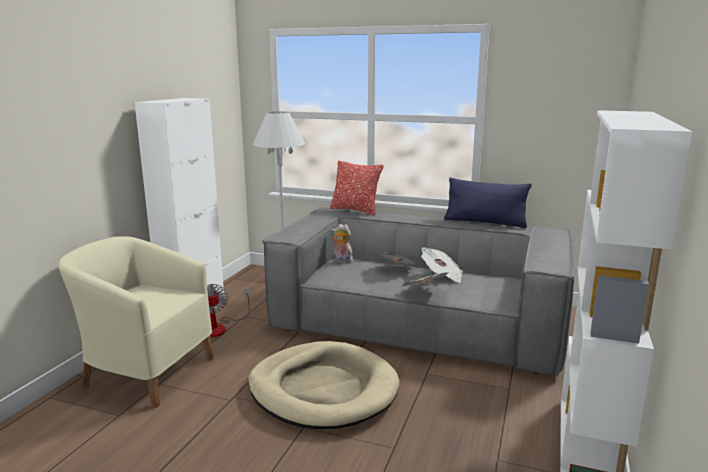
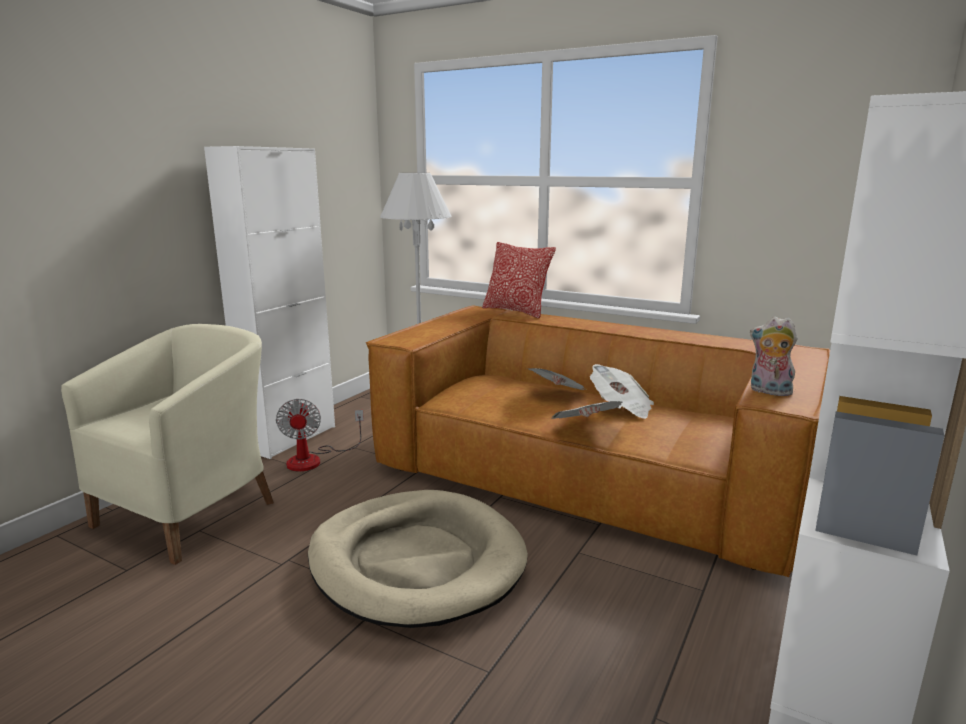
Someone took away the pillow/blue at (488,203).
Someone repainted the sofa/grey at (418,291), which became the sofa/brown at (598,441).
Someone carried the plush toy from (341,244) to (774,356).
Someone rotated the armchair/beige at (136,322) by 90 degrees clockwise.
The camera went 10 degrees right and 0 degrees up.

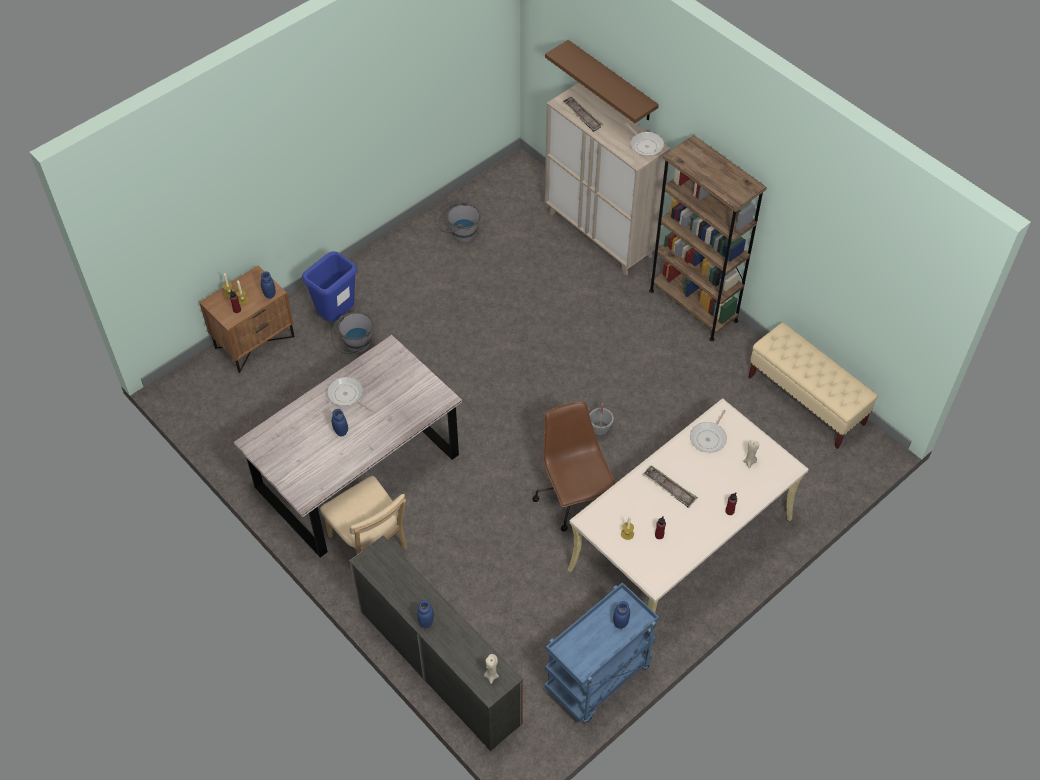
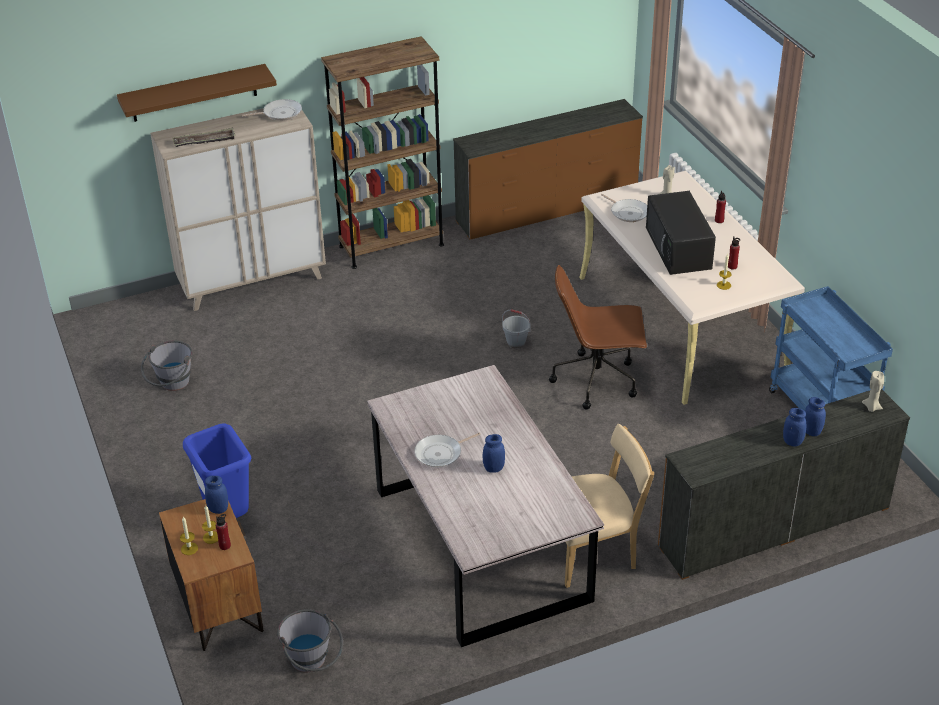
Someone carried the bucket/grey from (352,333) to (310,640).
Someone swapped the bench/beige at (813,386) for the dresser/brown at (548,169).
Someone swapped the tray at (670,486) for the microwave/black at (681,233).
Someone carried the jar/blue from (621,615) to (815,416).
The camera went 70 degrees left and 15 degrees down.

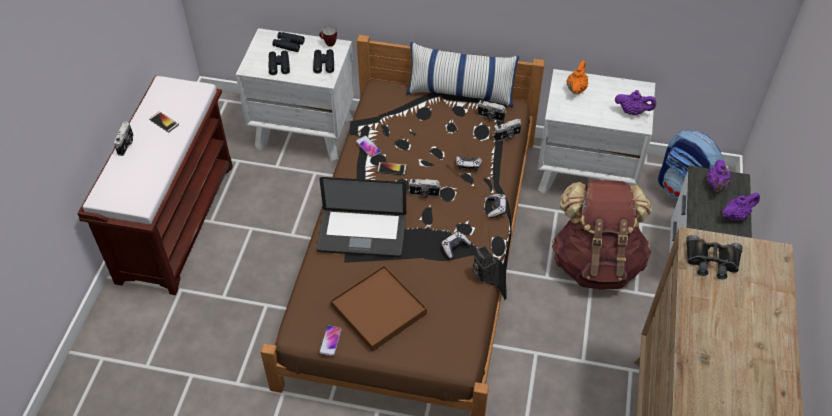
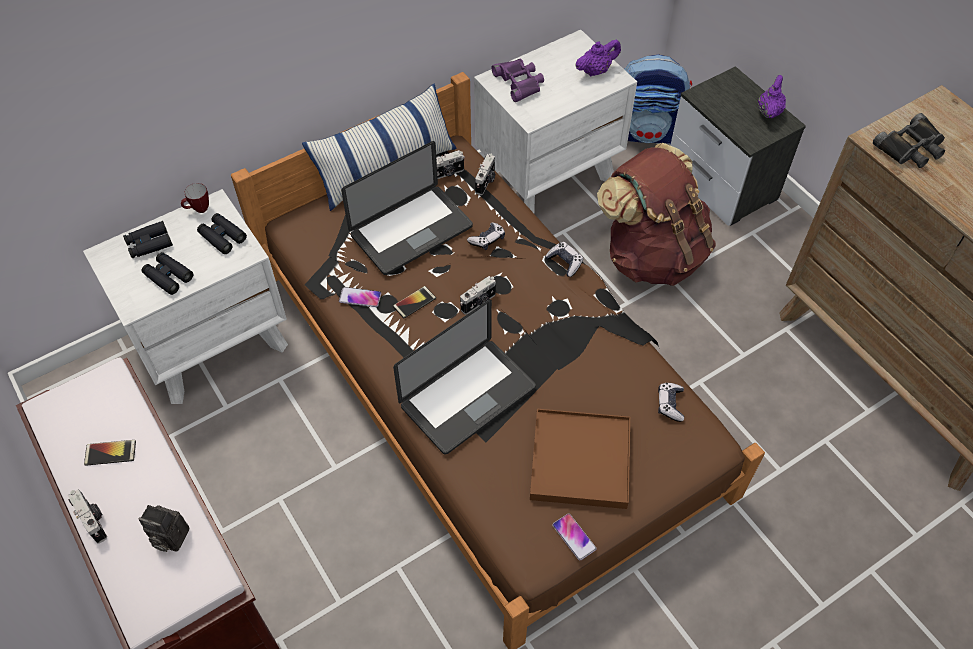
Someone swapped the teapot/orange at (577,77) for the binoculars/purple at (518,80).
Someone took away the teapot/purple at (719,176).
Someone carried the game controller from (456,245) to (671,402).
Someone carried the photo camera from (484,264) to (163,528).
Someone put down the laptop at (407,208).
The camera went 45 degrees left and 5 degrees up.

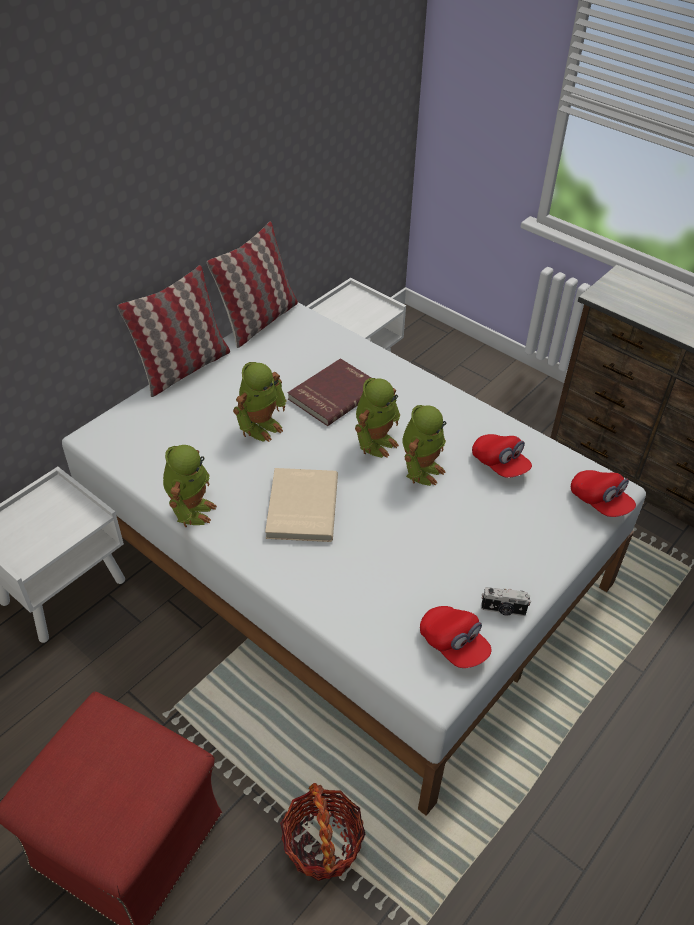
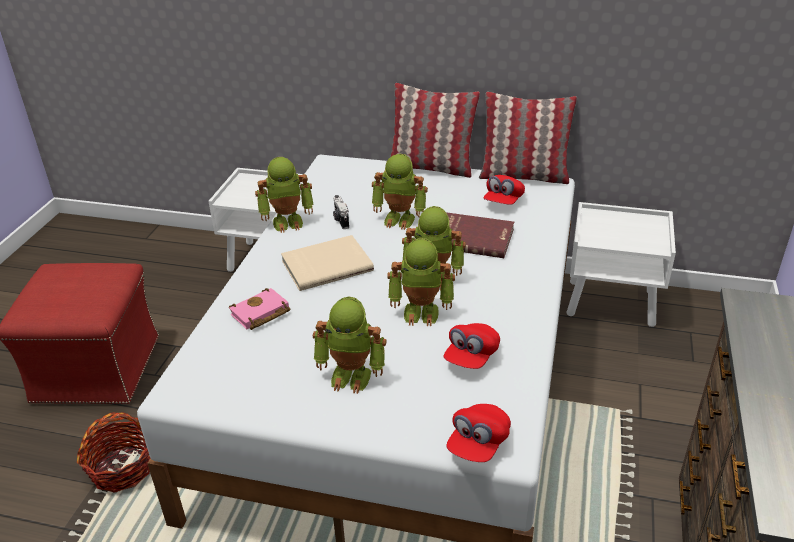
Someone carried the photo camera from (506,601) to (341,212).
Someone carried the cap/red from (455,637) to (504,190).
Someone put down the book/pink at (259,309).
Someone put down the toy robot at (349,345).
The camera went 65 degrees right and 10 degrees down.

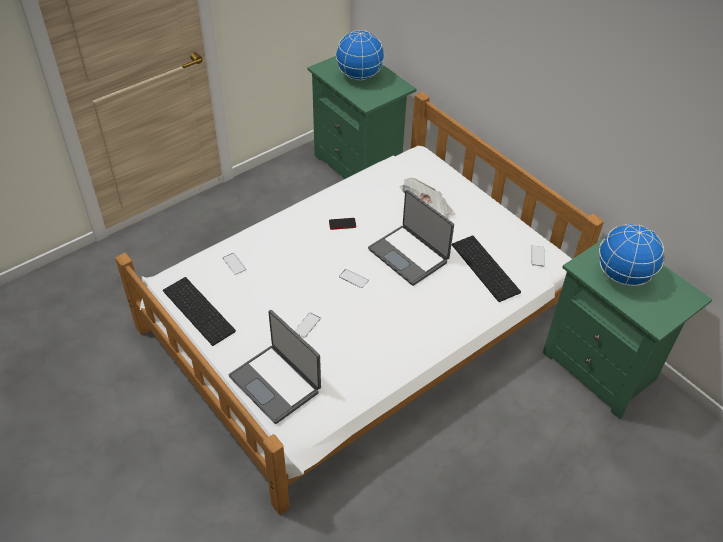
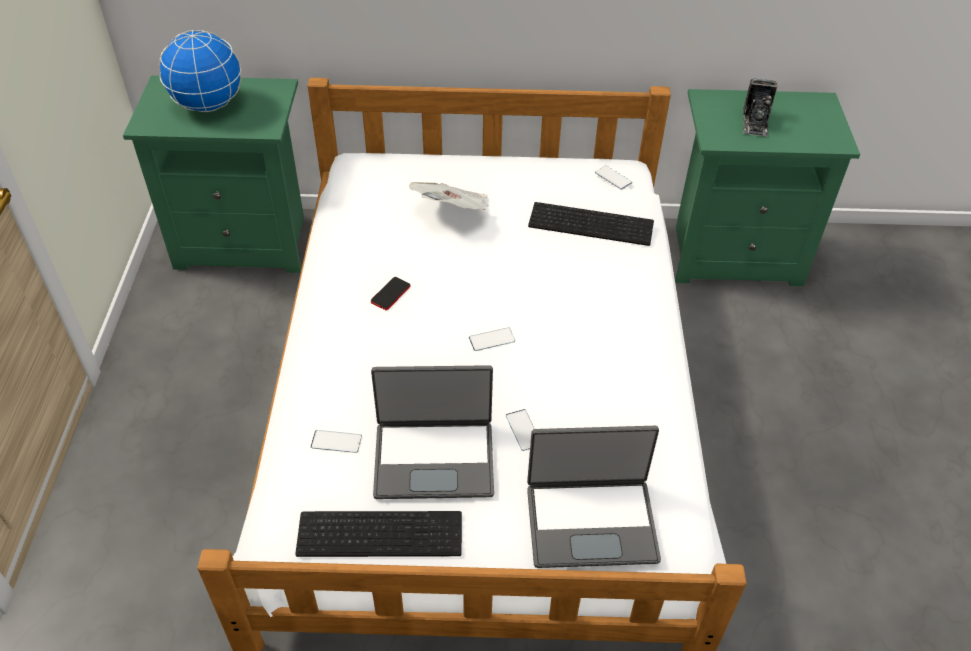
Someone carried the laptop from (411,238) to (432,432).
Someone swapped the globe at (631,255) for the photo camera at (760,107).
The camera went 50 degrees left and 0 degrees up.

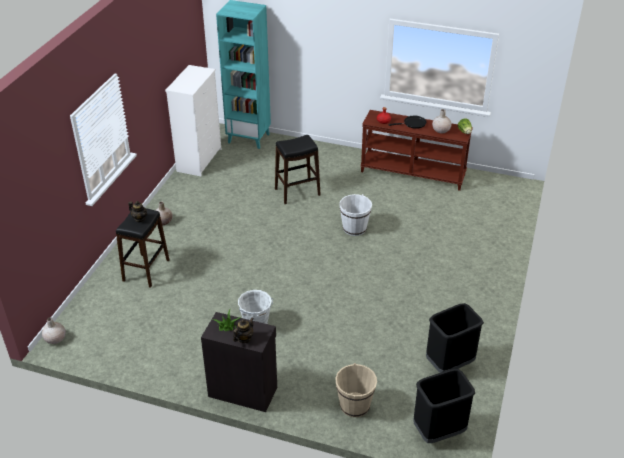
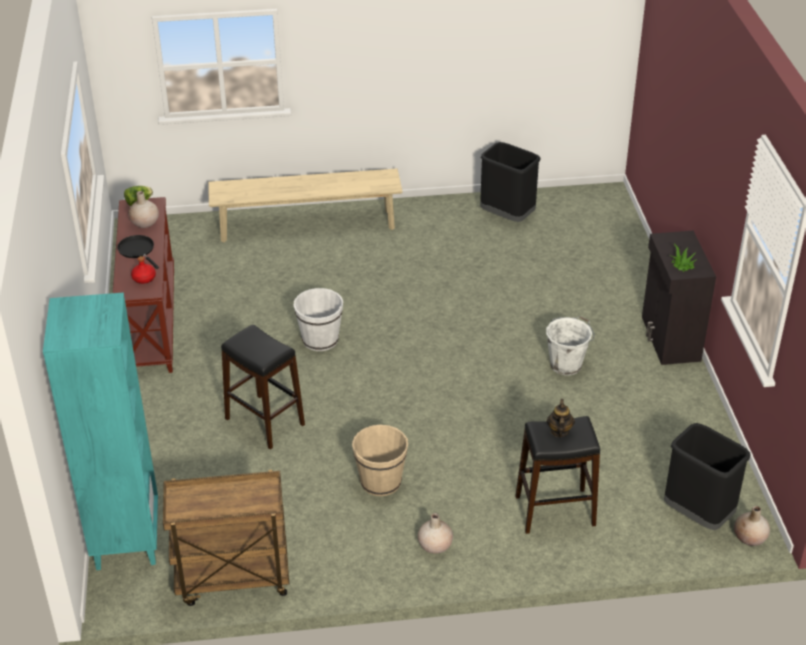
Someone swapped the dresser/white at (193,120) for the cart/brown at (226,538).
Someone took away the teapot at (243,330).
Someone carried the bucket/beige from (356,390) to (380,460).
Someone carried the trash can/black from (444,406) to (707,476).
Someone put down the bench/beige at (305,205).
The camera went 115 degrees left and 0 degrees up.

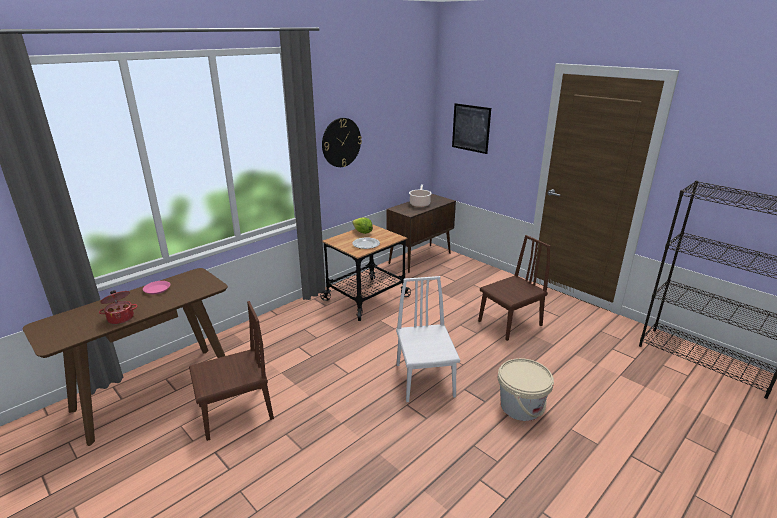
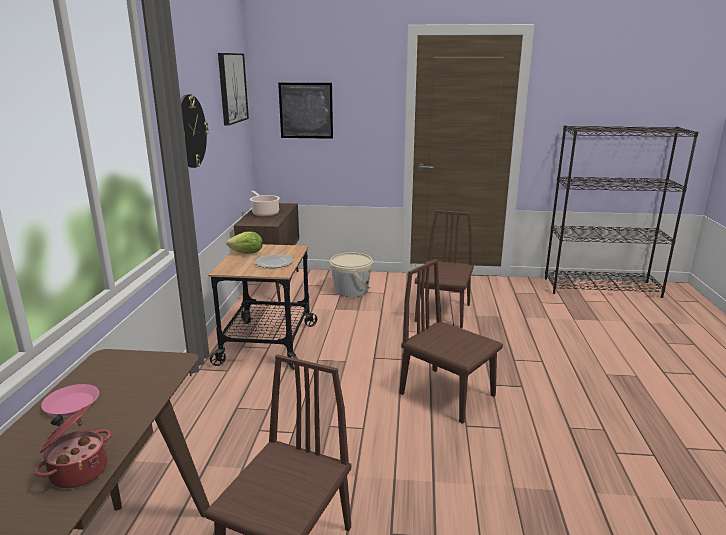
Someone repainted the chair/white at (428,339), which became the chair/brown at (451,341).
Someone carried the bucket/beige from (526,389) to (351,274).
Someone put up the picture at (233,89).
The camera went 40 degrees left and 5 degrees down.

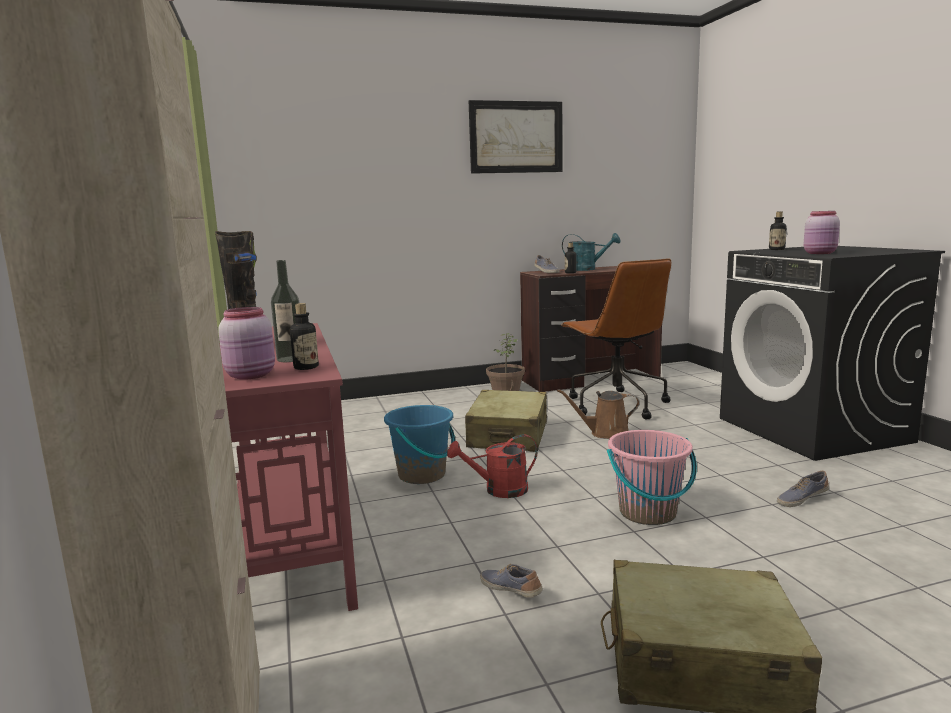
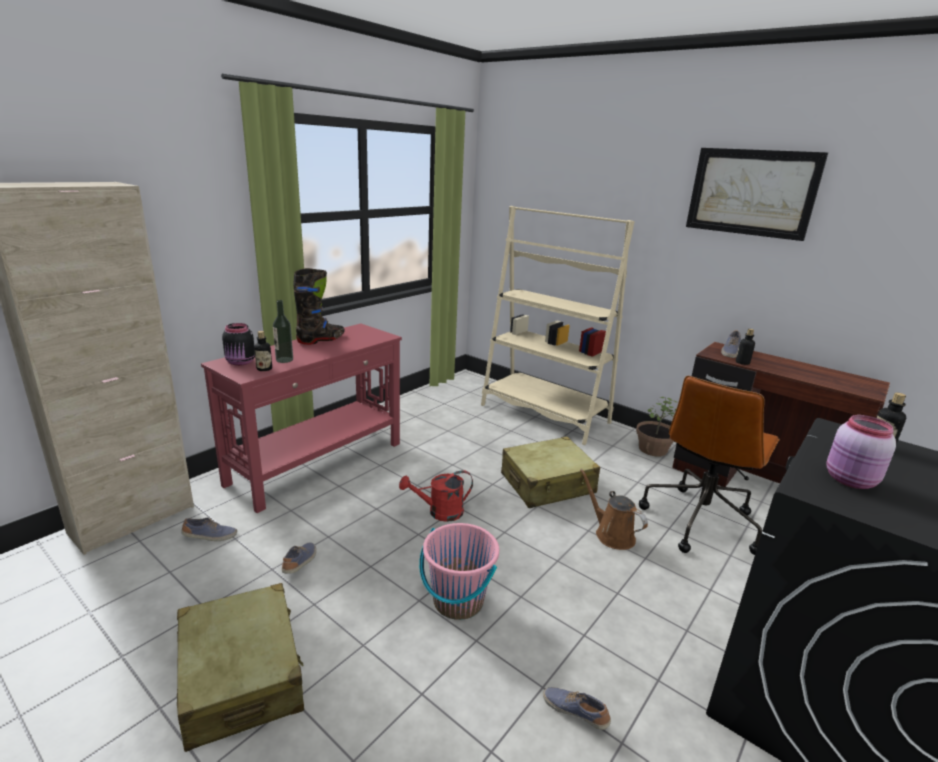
Someone took away the watering can/turquoise at (591,252).
Someone repainted the jar/pink at (246,343), which became the jar/black at (238,344).
Someone took away the bucket/blue at (419,444).
Someone rotated the watering can/red at (492,466) by 60 degrees counterclockwise.
Someone put down the bookcase/beige at (557,325).
Someone put down the shoe at (209,529).
The camera went 55 degrees right and 10 degrees up.

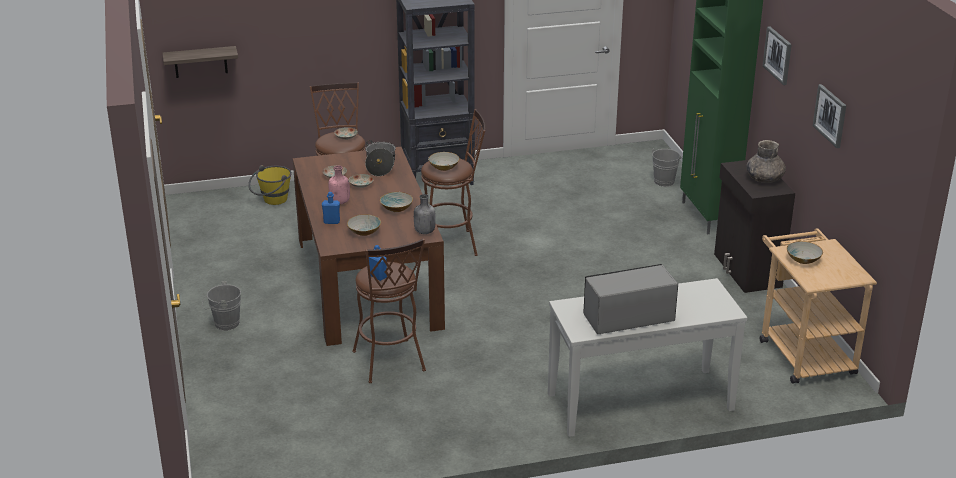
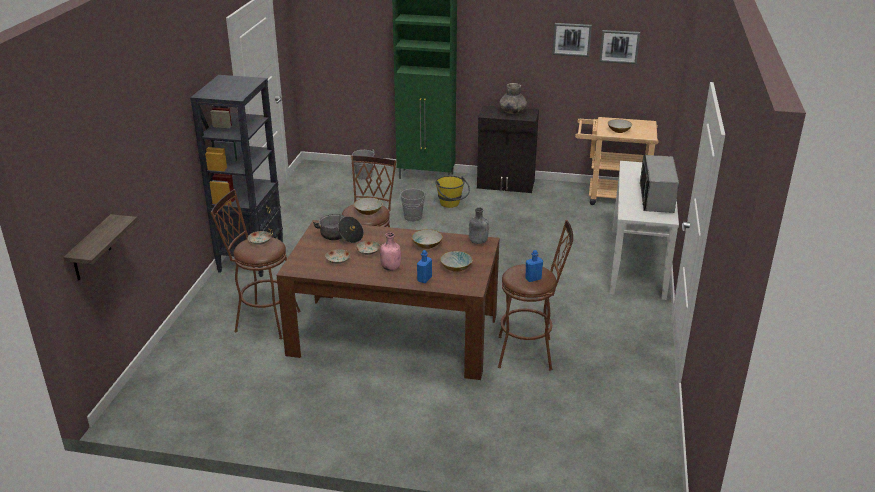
Someone carried the picture from (777,55) to (619,47).
Someone carried the bucket/yellow from (270,185) to (452,191).
Someone carried the bucket/grey from (221,306) to (412,205).
The camera went 65 degrees left and 0 degrees up.

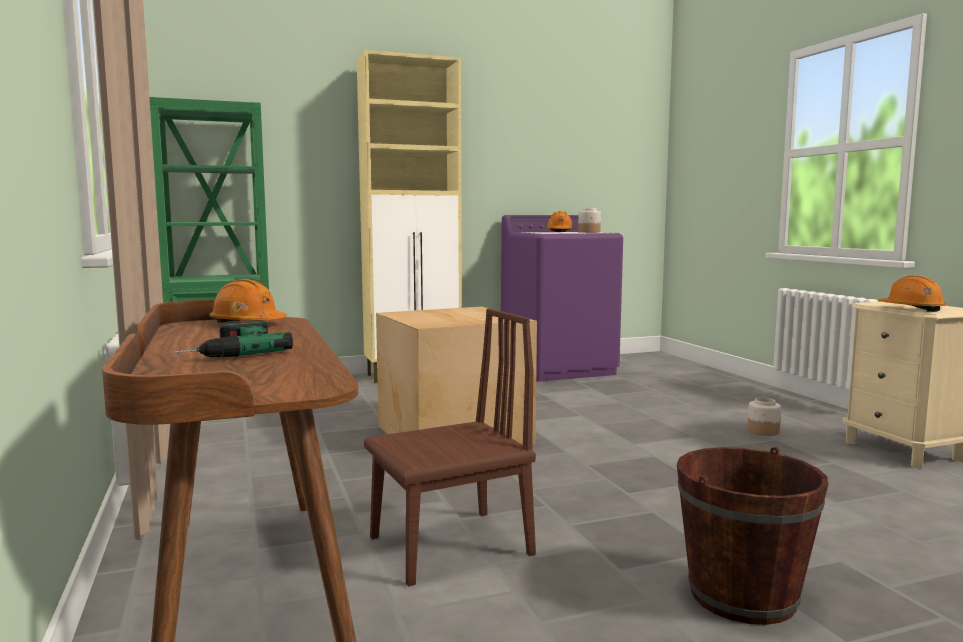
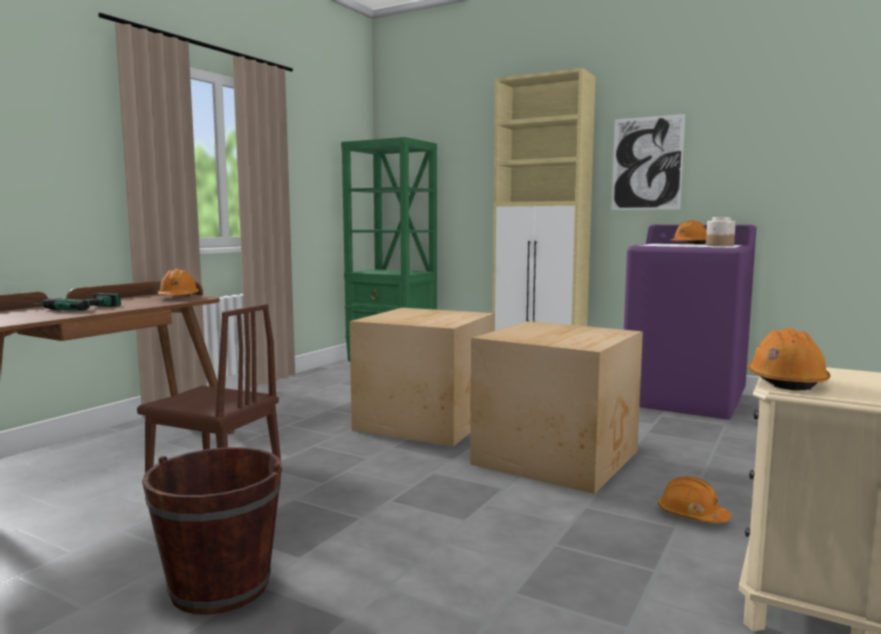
Someone swapped the jar at (764,416) for the hard hat/orange at (694,499).
Someone put up the picture at (648,162).
Someone put down the cardboard box at (556,407).
The camera went 50 degrees right and 0 degrees up.

